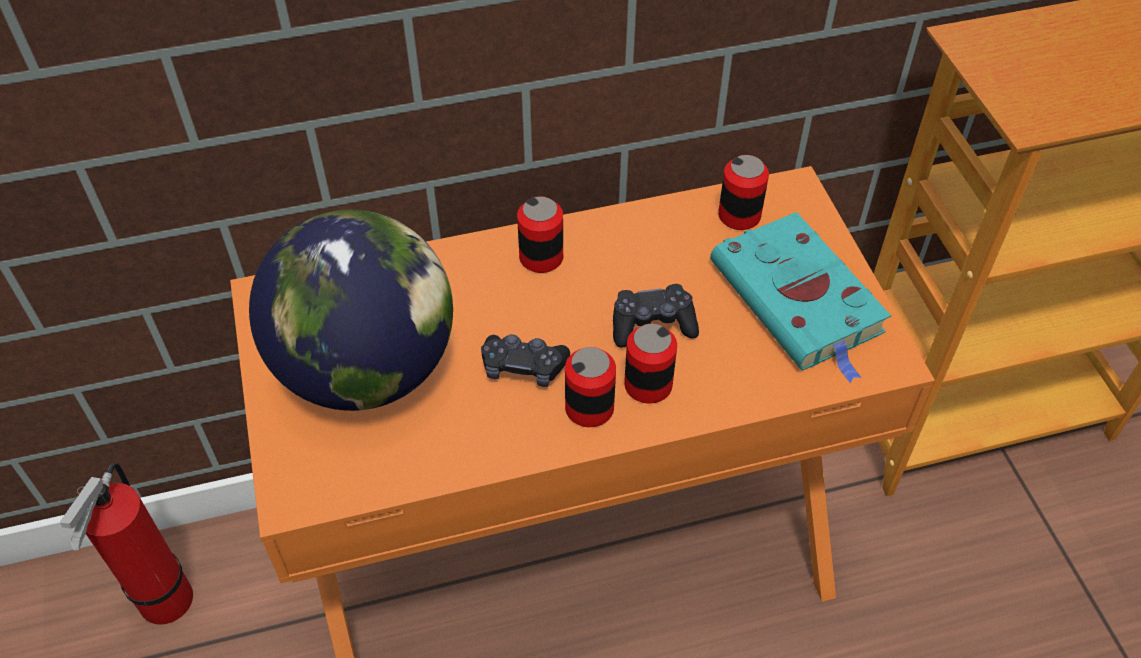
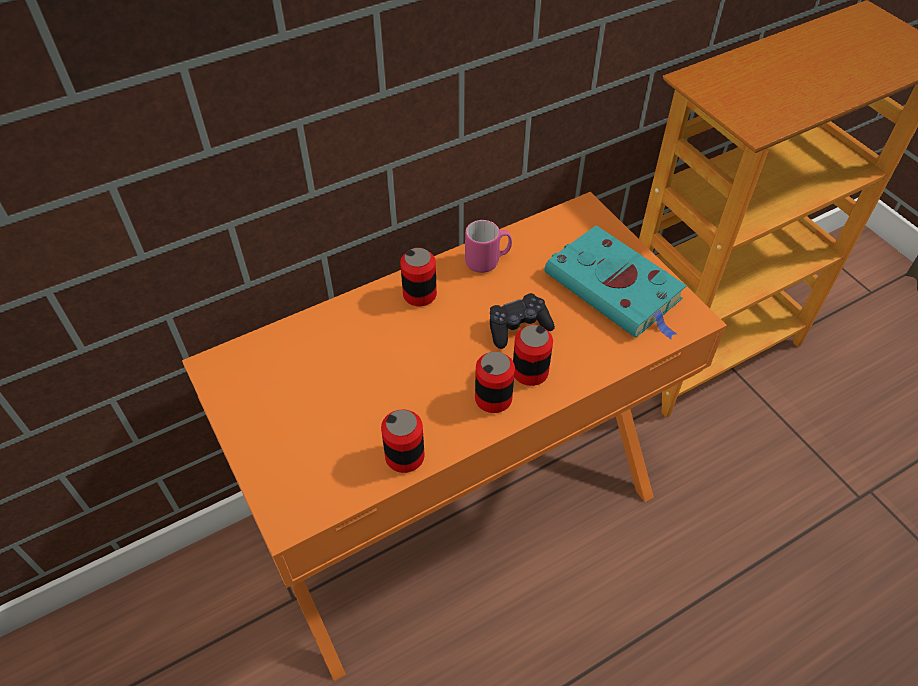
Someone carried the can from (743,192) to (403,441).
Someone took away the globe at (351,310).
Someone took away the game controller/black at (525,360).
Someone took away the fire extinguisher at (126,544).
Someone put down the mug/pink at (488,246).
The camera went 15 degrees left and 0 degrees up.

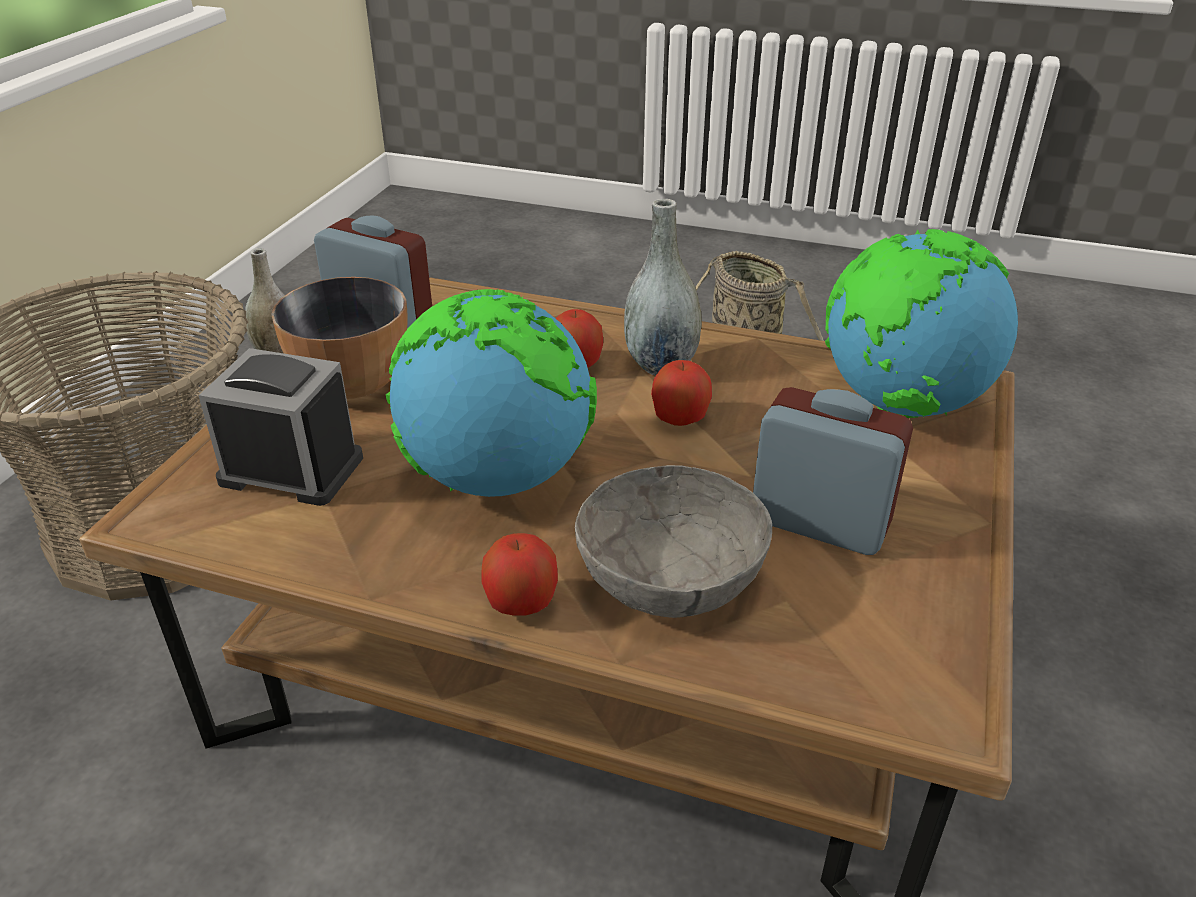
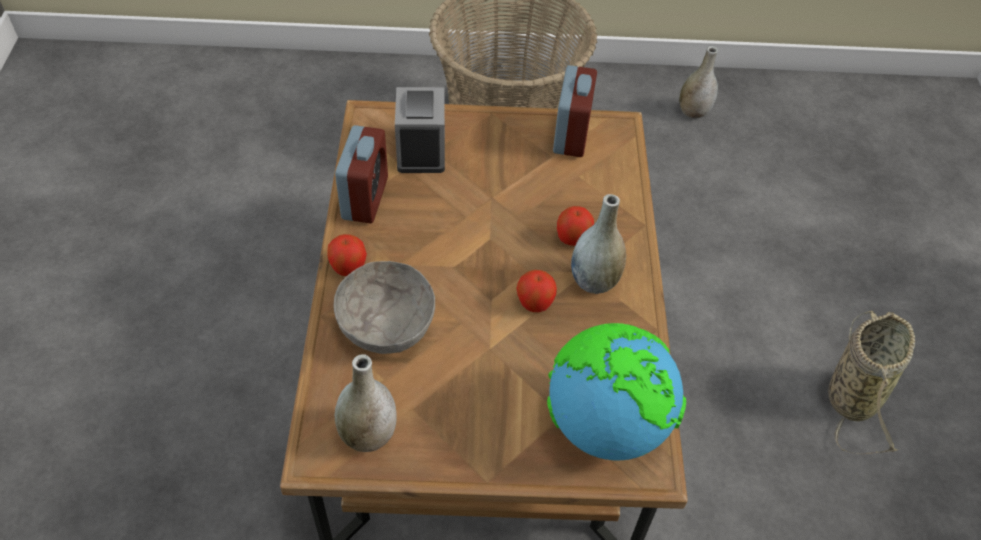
Someone took away the bowl at (339,338).
Someone took away the globe at (491,393).
Someone carried the alarm clock from (833,471) to (361,174).
Someone put down the vase/grey at (366,403).
The camera went 70 degrees right and 15 degrees up.

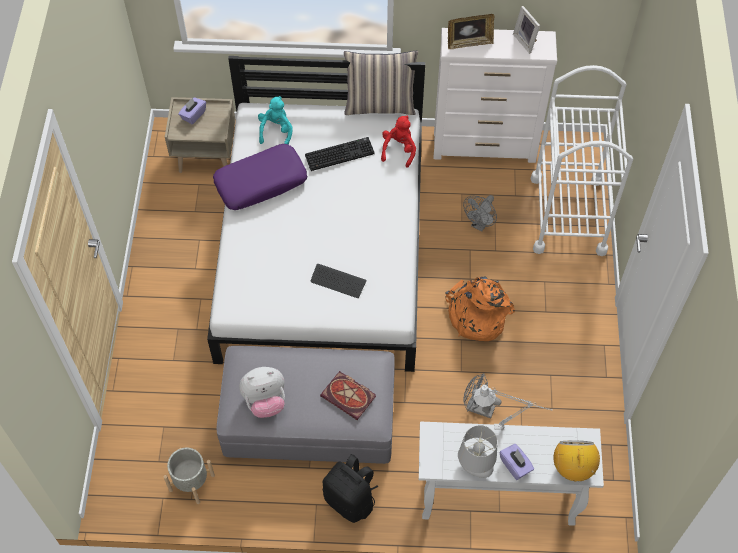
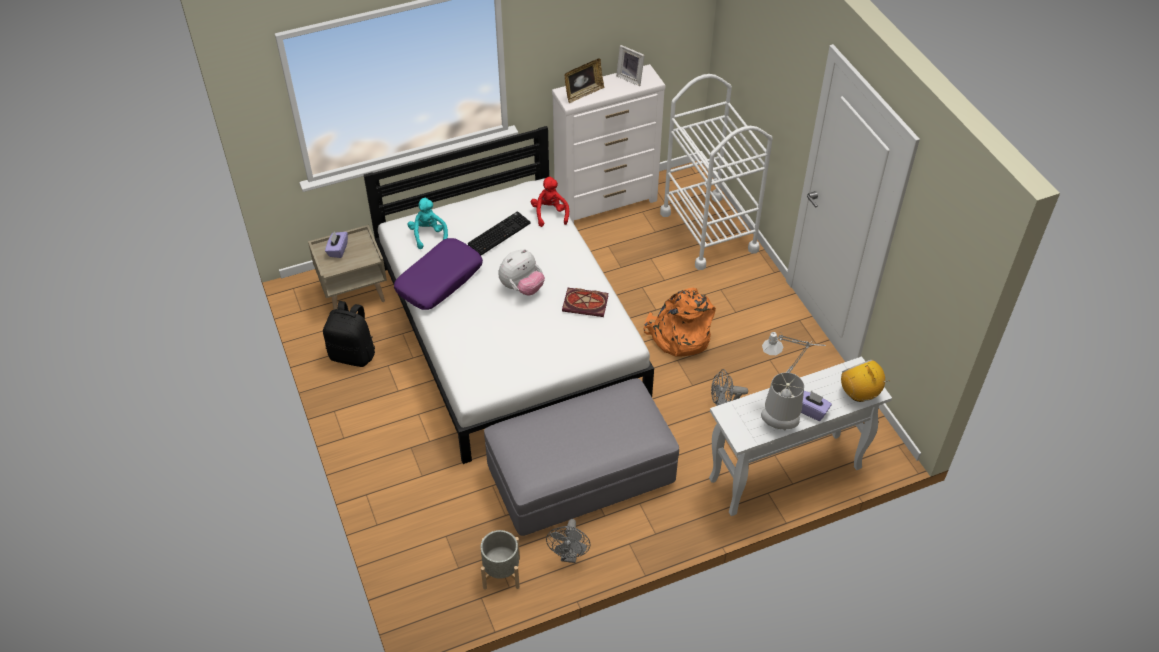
Someone took away the pillow at (381,83).
Someone carried the fan/grey from (480,213) to (568,541).
Someone took away the keyboard at (339,281).
Someone carried the plush toy from (262,392) to (522,272).
Someone carried the book from (348,395) to (585,302).
Someone carried the backpack/black from (350,488) to (349,334).
The camera went 25 degrees left and 10 degrees down.

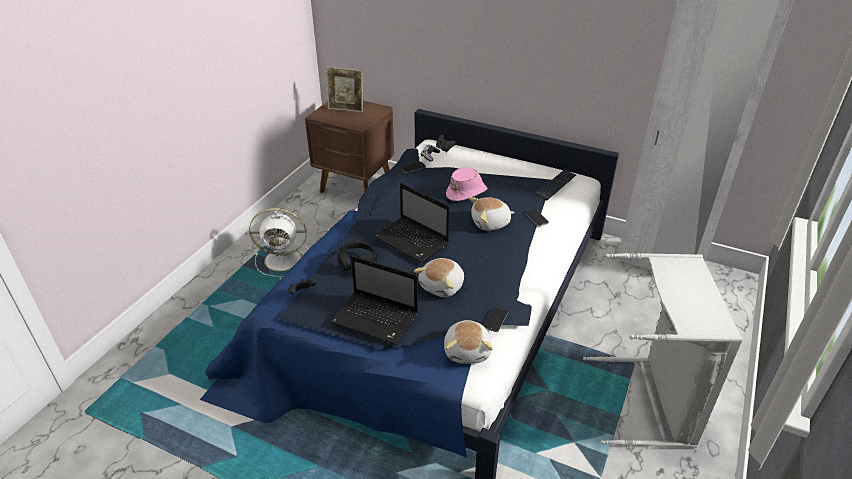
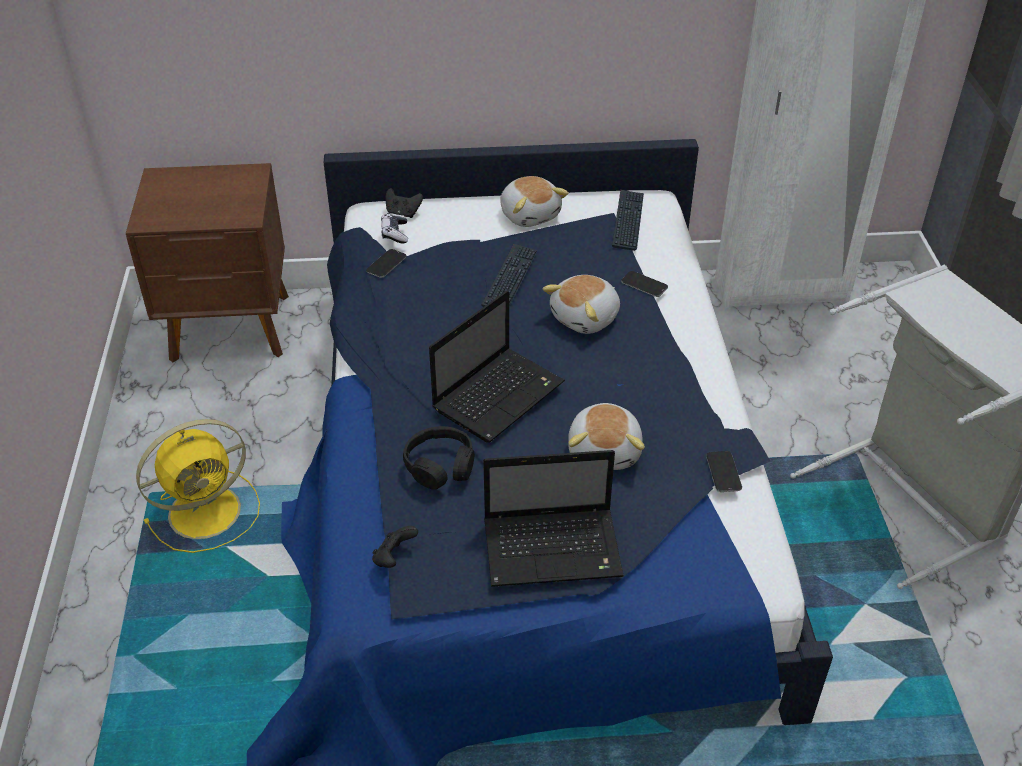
Someone took away the picture frame at (344,89).
Someone swapped the hat/pink at (467,184) for the keyboard at (509,275).
Someone rotated the laptop at (412,223) by 60 degrees counterclockwise.
Someone repainted the fan/white at (279,242), which became the fan/yellow at (198,486).
Someone carried the plush toy from (468,342) to (534,201).
The camera went 30 degrees left and 5 degrees up.

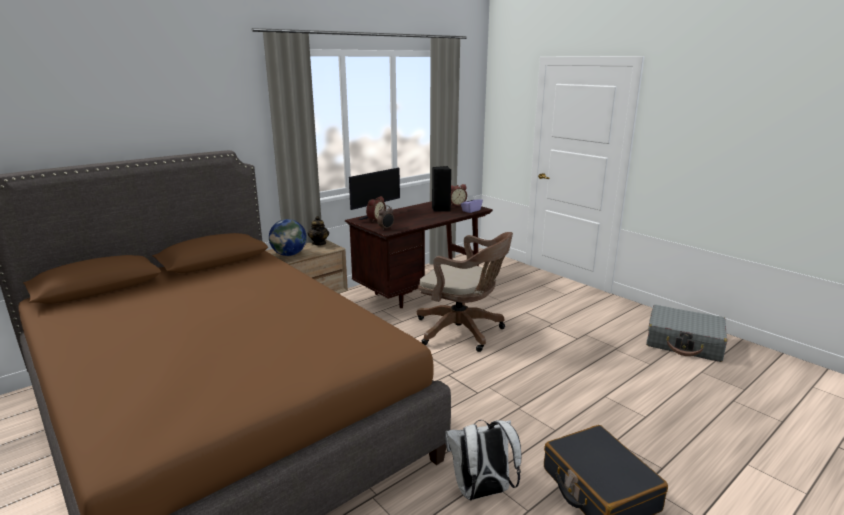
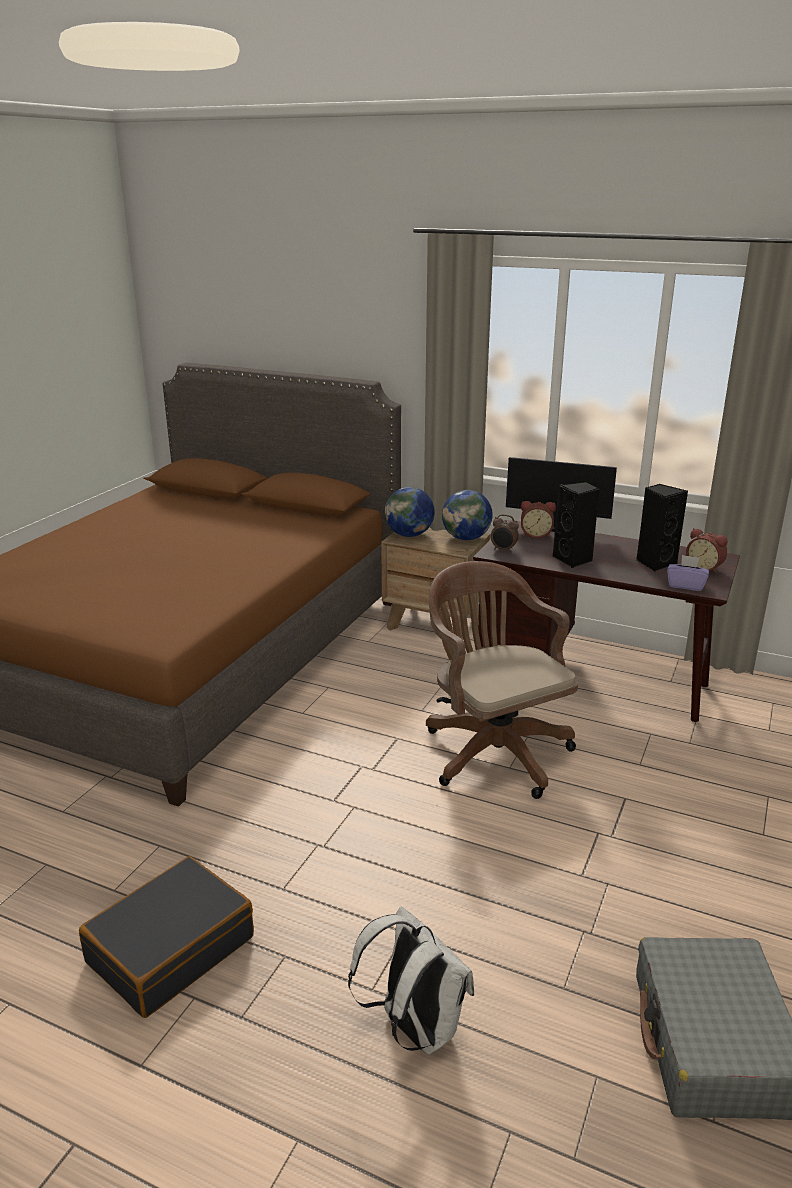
Someone swapped the teapot at (318,230) for the globe at (467,515).
Someone rotated the office chair/brown at (464,292) by 150 degrees clockwise.
Someone carried the backpack/white from (483,460) to (411,980).
Someone put down the speaker/black at (576,525).
The camera went 65 degrees right and 5 degrees up.

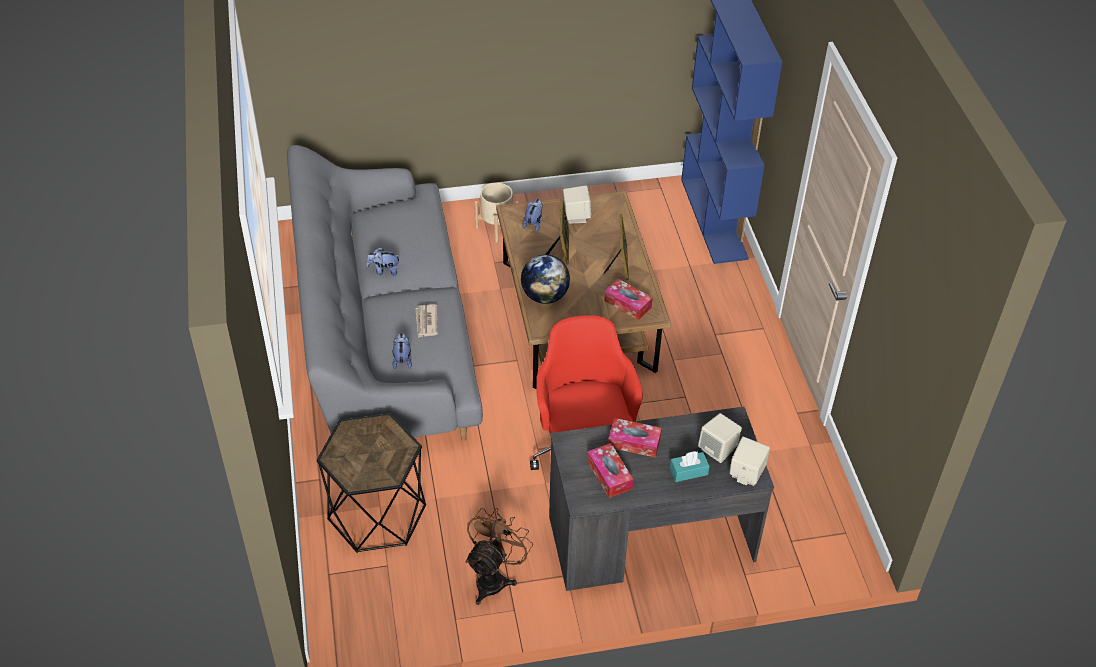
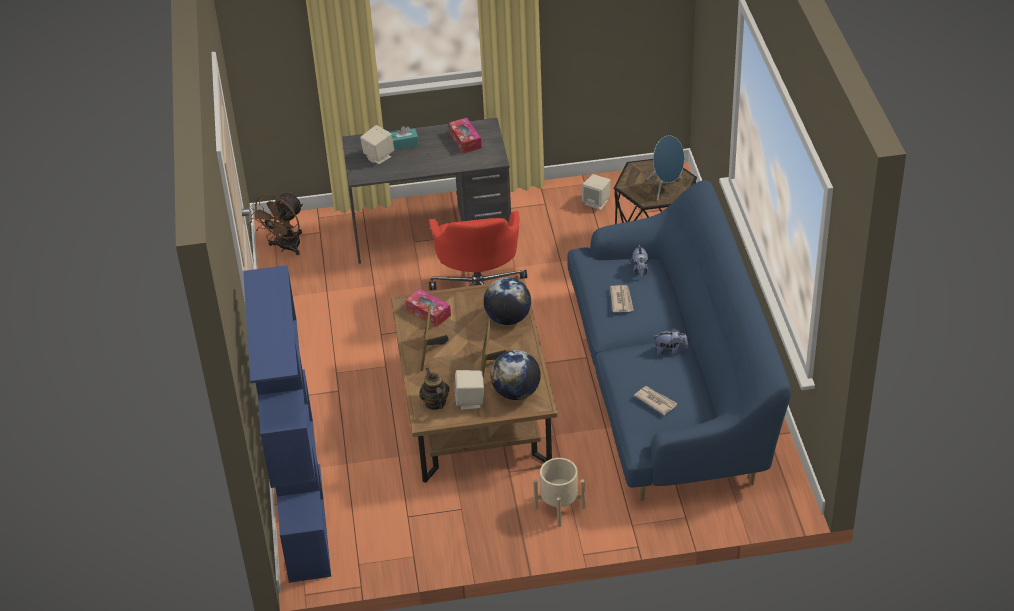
Someone repainted the sofa/grey at (385,293), which became the sofa/blue at (679,340).
Someone swapped the plush toy at (532,215) for the globe at (516,375).
Someone took away the tissue box at (635,438).
Someone carried the speaker/beige from (750,461) to (596,192).
Someone carried the fan/brown from (499,556) to (277,223).
Someone put down the speaker/blue at (665,167).
Someone put down the teapot at (434,389).
Someone put down the newspaper at (655,400).
The camera went 175 degrees left and 5 degrees down.

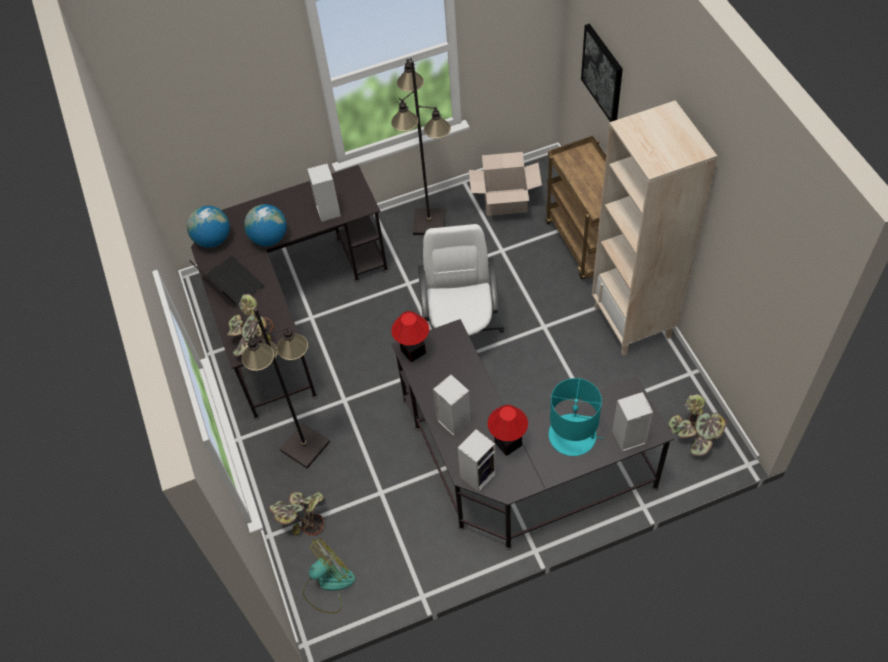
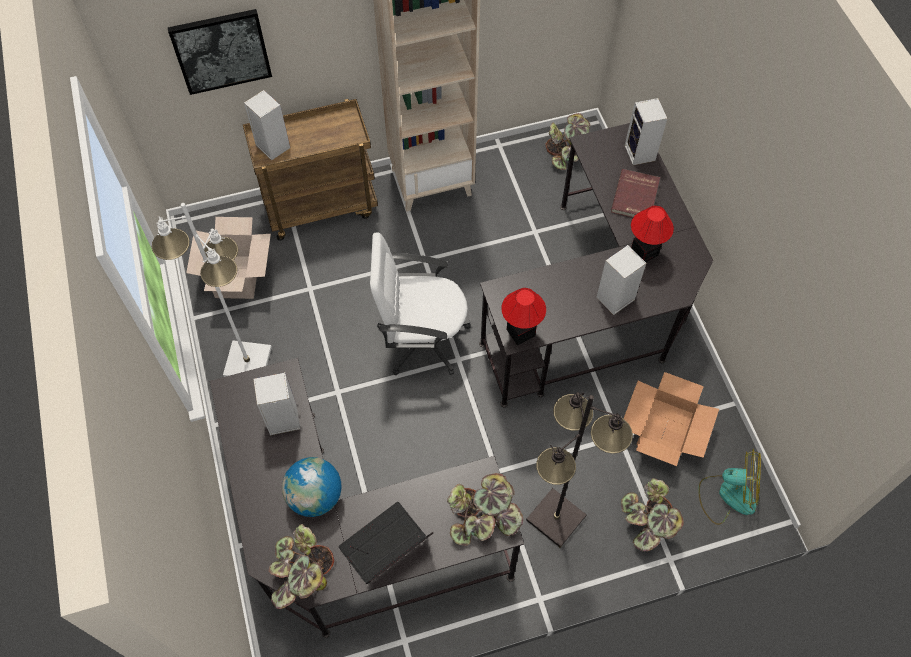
Someone repainted the floor lamp/black at (421,146), which became the floor lamp/white at (212,290).
Someone swapped the globe at (208,227) for the potted plant at (301,566).
Someone swapped the table lamp/turquoise at (576,417) for the book/red at (635,193).
Someone carried the speaker from (477,460) to (267,125).
Someone rotated the fan at (329,575) by 135 degrees clockwise.
Someone put down the cardboard box at (671,419).
The camera went 90 degrees left and 5 degrees up.

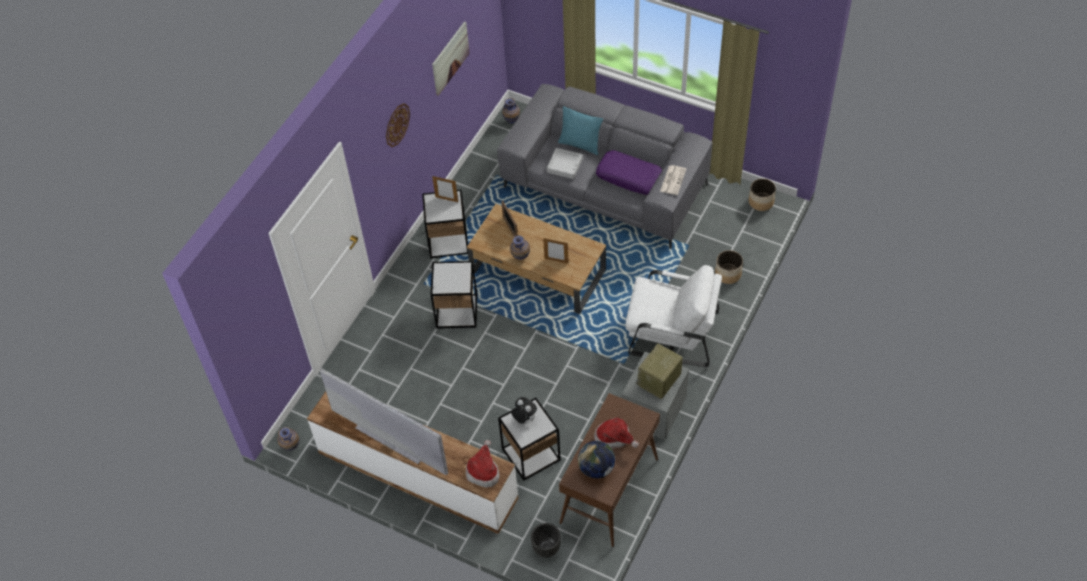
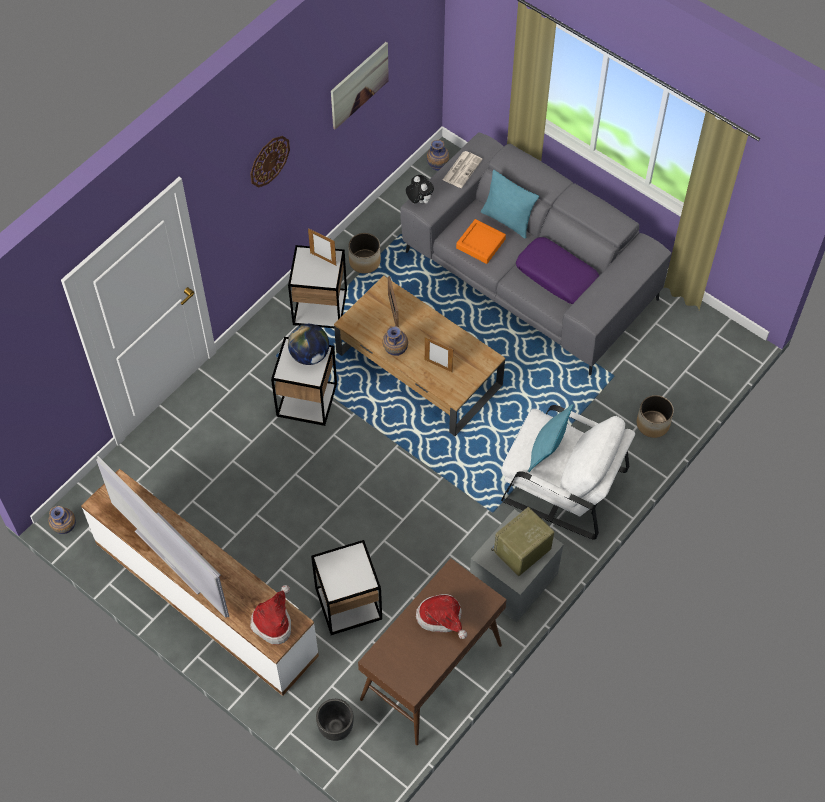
Someone repainted the tray/grey at (565,163), which became the tray/orange at (481,241).
Someone carried the newspaper from (673,180) to (463,169).
Someone carried the planter from (762,194) to (364,253).
Someone carried the plush toy from (524,410) to (420,189).
Someone carried the globe from (596,460) to (308,344).
Someone put down the pillow/turquoise at (550,438).
The camera went 10 degrees right and 5 degrees up.

